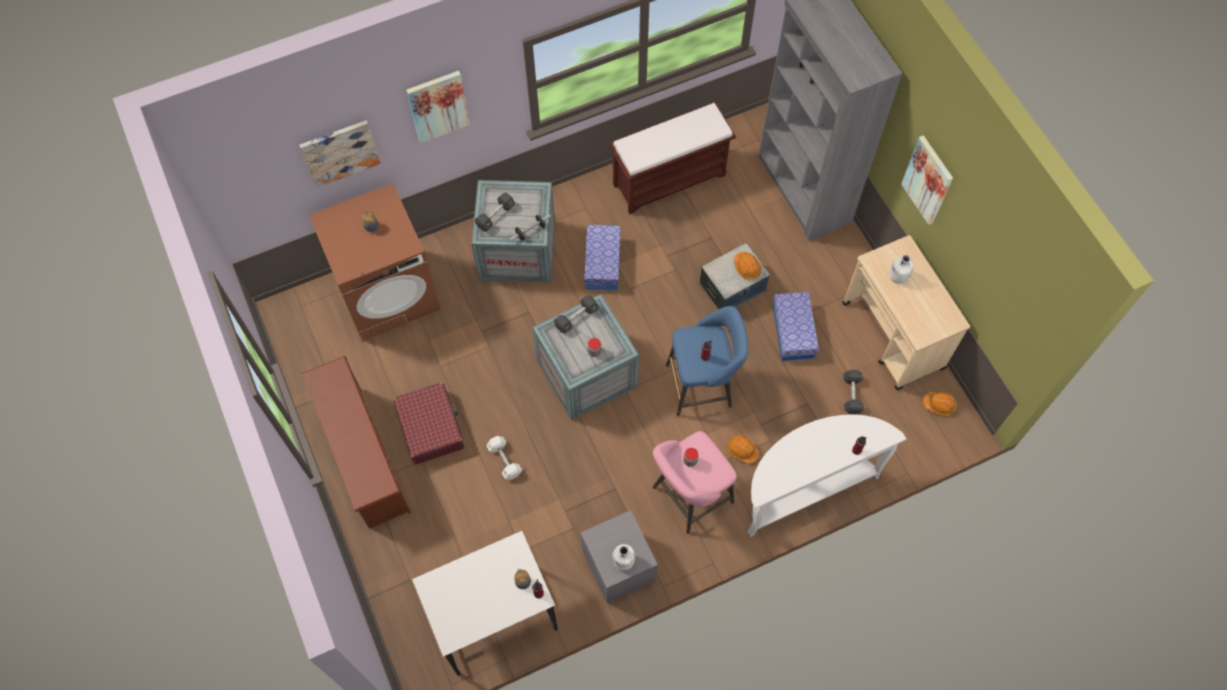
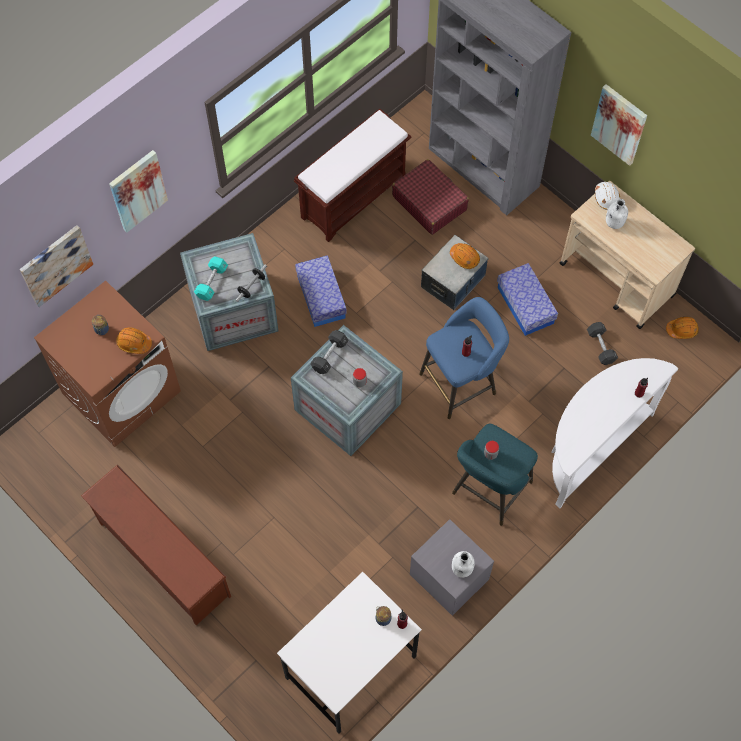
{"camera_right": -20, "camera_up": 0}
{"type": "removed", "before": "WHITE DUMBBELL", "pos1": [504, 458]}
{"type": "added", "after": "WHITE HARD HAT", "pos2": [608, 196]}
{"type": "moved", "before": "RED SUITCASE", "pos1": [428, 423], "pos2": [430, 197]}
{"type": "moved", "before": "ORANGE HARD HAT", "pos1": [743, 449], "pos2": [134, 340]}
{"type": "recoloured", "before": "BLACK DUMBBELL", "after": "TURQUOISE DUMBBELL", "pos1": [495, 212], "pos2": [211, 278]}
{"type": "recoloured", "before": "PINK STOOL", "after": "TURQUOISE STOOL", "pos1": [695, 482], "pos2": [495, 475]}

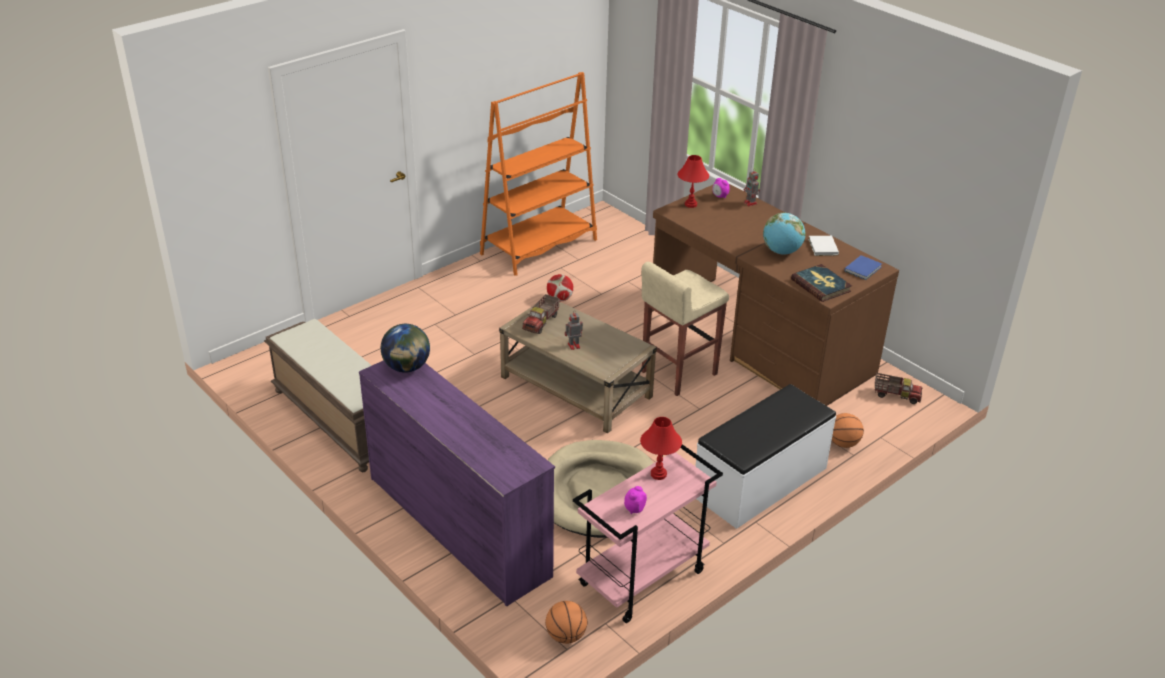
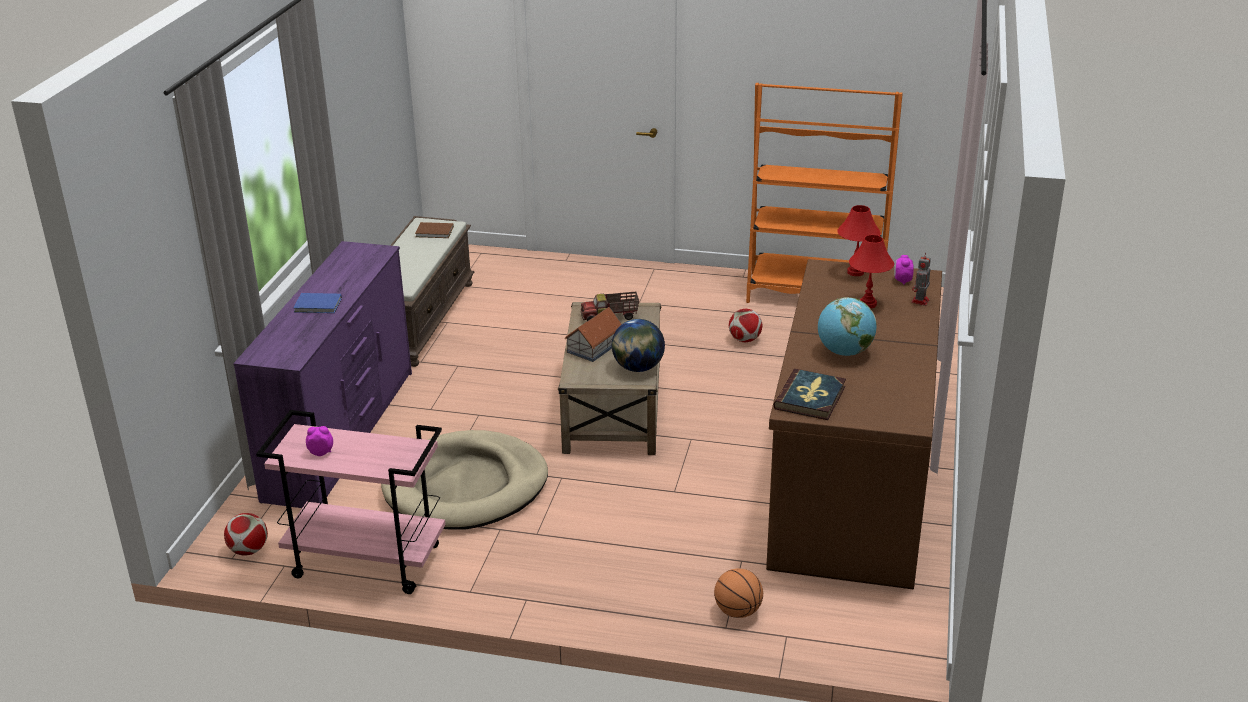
{"camera_right": 55, "camera_up": -5}
{"type": "removed", "before": "BEIGE STOOL", "pos1": [685, 328]}
{"type": "removed", "before": "WHITE BENCH", "pos1": [765, 456]}
{"type": "removed", "before": "WHITE BOOK", "pos1": [823, 246]}
{"type": "removed", "before": "TOY TRUCK", "pos1": [899, 388]}
{"type": "added", "after": "BROWN BOOK", "pos2": [434, 230]}
{"type": "moved", "before": "GLOBE", "pos1": [405, 348], "pos2": [638, 345]}
{"type": "moved", "before": "RED TABLE LAMP", "pos1": [661, 448], "pos2": [871, 272]}
{"type": "moved", "before": "BLUE BOOK", "pos1": [863, 267], "pos2": [317, 303]}
{"type": "replaced", "before": "BASKETBALL", "after": "FOOTBALL", "pos1": [566, 622], "pos2": [246, 534]}
{"type": "replaced", "before": "TOY ROBOT", "after": "TOY HOUSE", "pos1": [574, 330], "pos2": [593, 334]}

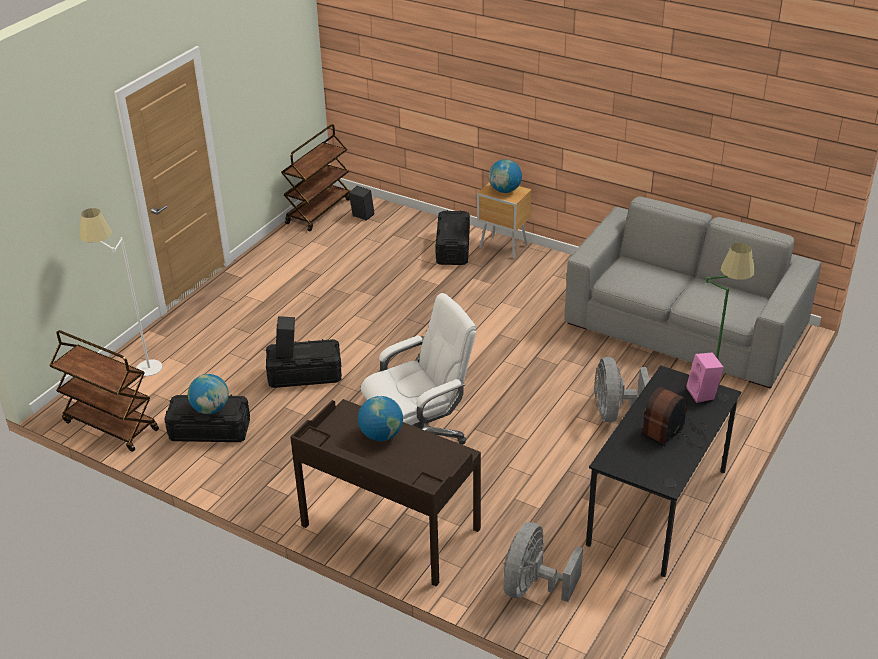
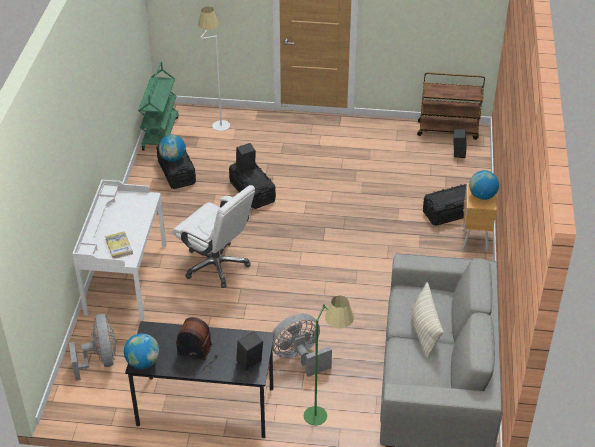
{"camera_right": 65, "camera_up": 5}
{"type": "added", "after": "BOOK", "pos2": [119, 245]}
{"type": "added", "after": "PILLOW", "pos2": [427, 320]}
{"type": "moved", "before": "GLOBE", "pos1": [380, 418], "pos2": [142, 351]}
{"type": "recoloured", "before": "BROWN CART", "after": "GREEN CART", "pos1": [104, 391], "pos2": [158, 105]}
{"type": "recoloured", "before": "BROWN DESK", "after": "WHITE DESK", "pos1": [385, 493], "pos2": [119, 250]}
{"type": "recoloured", "before": "PINK SPEAKER", "after": "BLACK SPEAKER", "pos1": [705, 377], "pos2": [249, 350]}
{"type": "turned", "before": "GREY FAN", "pos1": [543, 562], "pos2": [92, 347], "turn": 75}

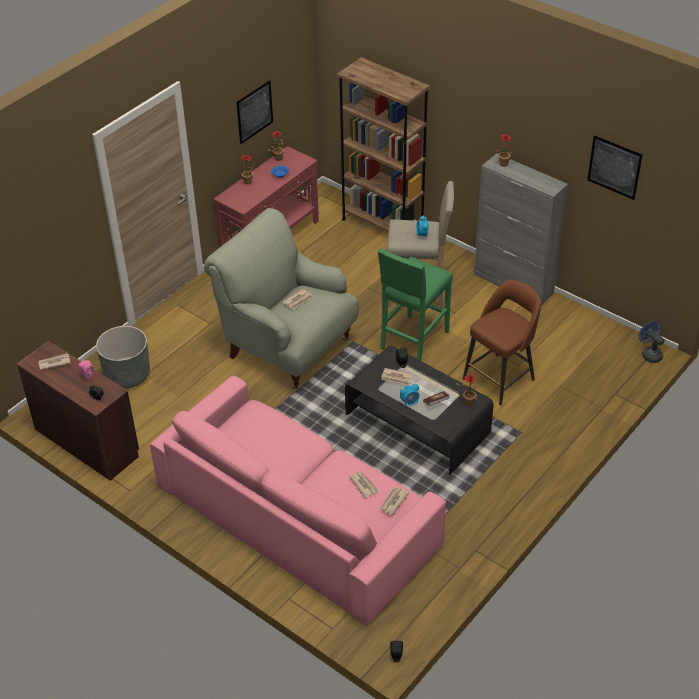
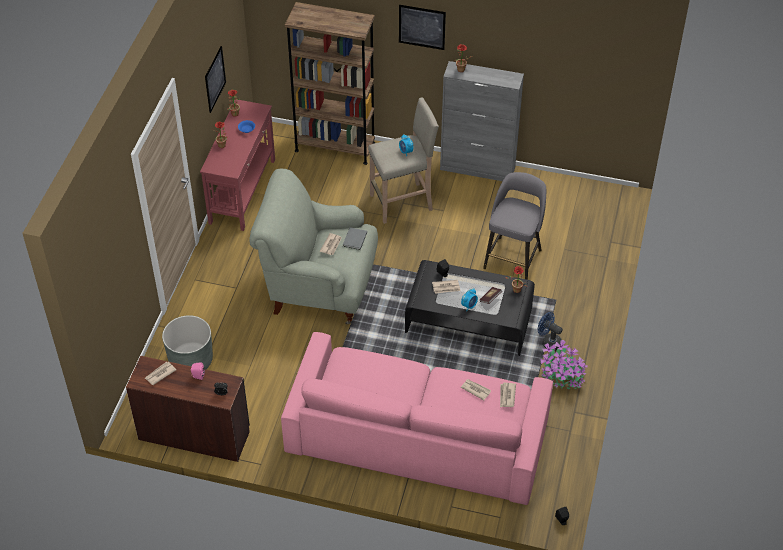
{"camera_right": -25, "camera_up": 5}
{"type": "removed", "before": "GREEN STOOL", "pos1": [415, 304]}
{"type": "added", "after": "GREY BOOK", "pos2": [355, 238]}
{"type": "added", "after": "POTTED PLANT", "pos2": [564, 364]}
{"type": "moved", "before": "PICTURE", "pos1": [615, 167], "pos2": [422, 27]}
{"type": "moved", "before": "BLUE FAN", "pos1": [651, 341], "pos2": [550, 331]}
{"type": "recoloured", "before": "BROWN STOOL", "after": "GREY STOOL", "pos1": [502, 342], "pos2": [514, 226]}

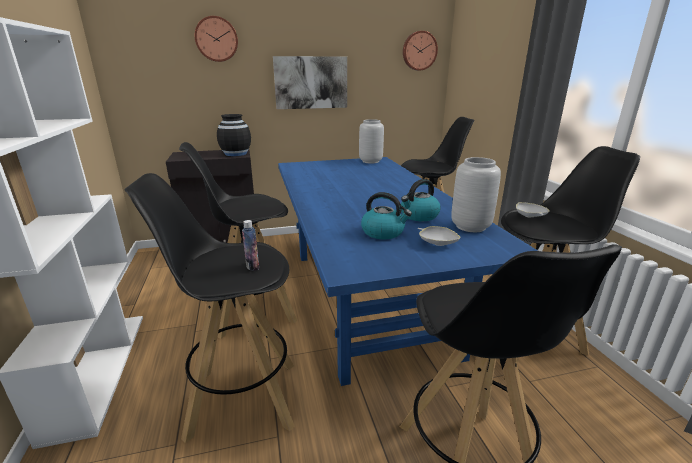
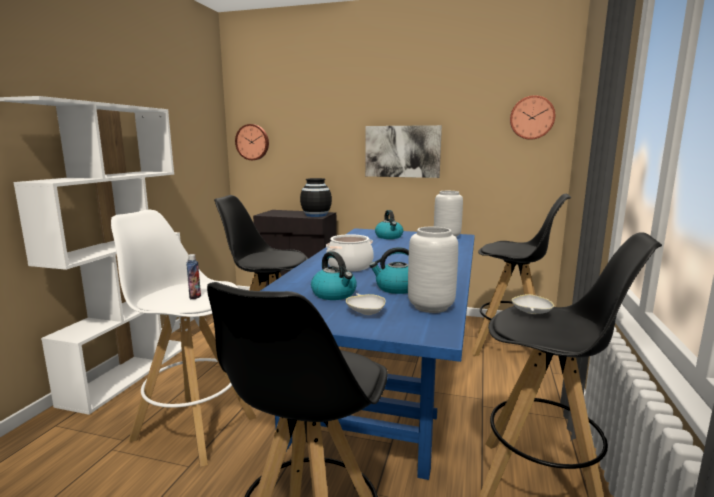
{"camera_right": 30, "camera_up": -10}
{"type": "added", "after": "COOKING POT", "pos2": [350, 253]}
{"type": "added", "after": "KETTLE", "pos2": [389, 224]}
{"type": "moved", "before": "WALL CLOCK", "pos1": [216, 39], "pos2": [252, 142]}
{"type": "recoloured", "before": "BLACK STOOL", "after": "WHITE STOOL", "pos1": [209, 308], "pos2": [183, 338]}

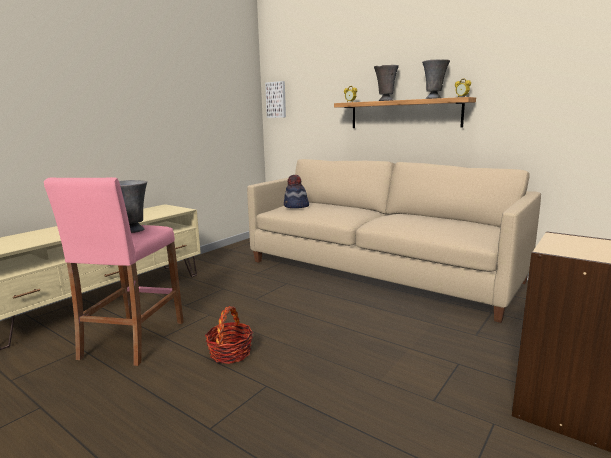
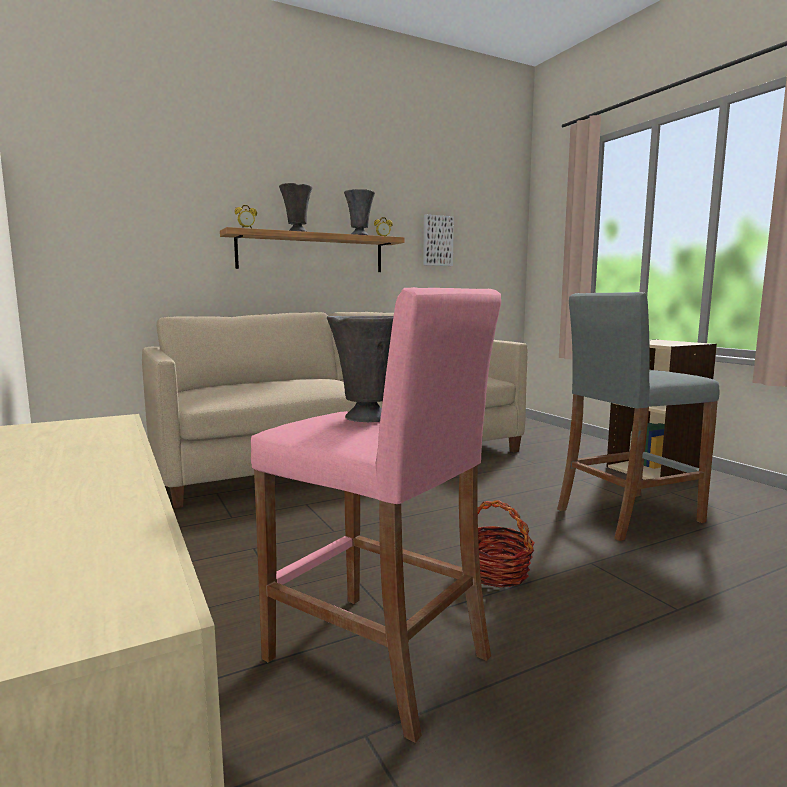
{"camera_right": -65, "camera_up": -5}
{"type": "removed", "before": "HAT", "pos1": [296, 191]}
{"type": "added", "after": "GREY STOOL", "pos2": [638, 416]}
{"type": "moved", "before": "PICTURE", "pos1": [275, 99], "pos2": [438, 240]}

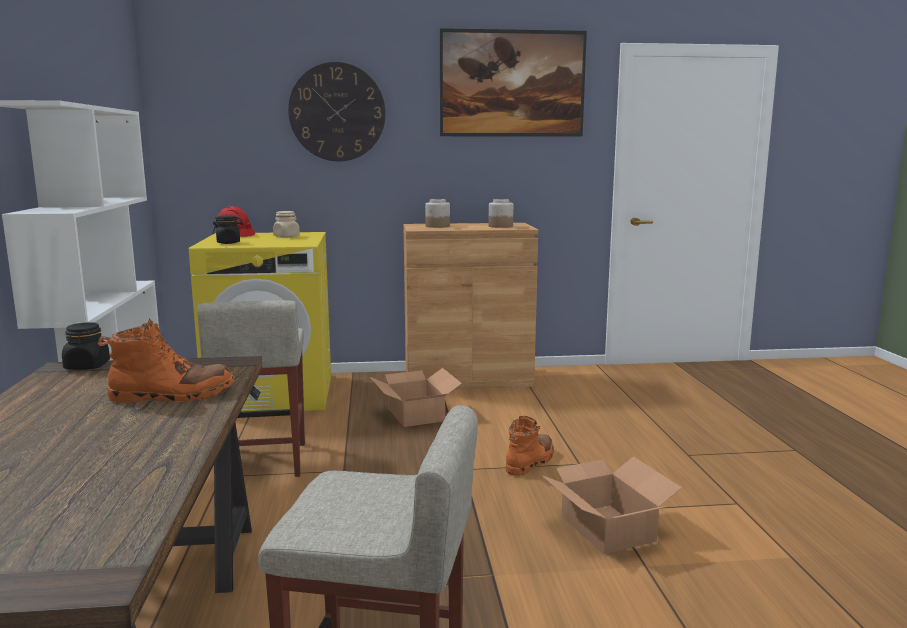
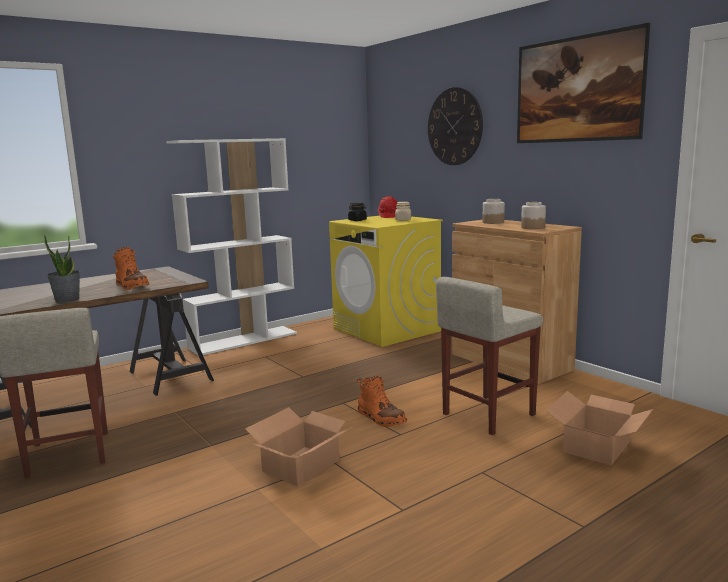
{"camera_right": 60, "camera_up": 0}
{"type": "removed", "before": "BLACK JAR", "pos1": [86, 346]}
{"type": "added", "after": "POTTED PLANT", "pos2": [62, 269]}
{"type": "moved", "before": "BEIGE STOOL", "pos1": [251, 388], "pos2": [489, 356]}
{"type": "moved", "before": "CARDBOARD BOX", "pos1": [416, 397], "pos2": [599, 428]}
{"type": "turned", "before": "ORANGE BOOT", "pos1": [529, 446], "pos2": [381, 401], "turn": 45}

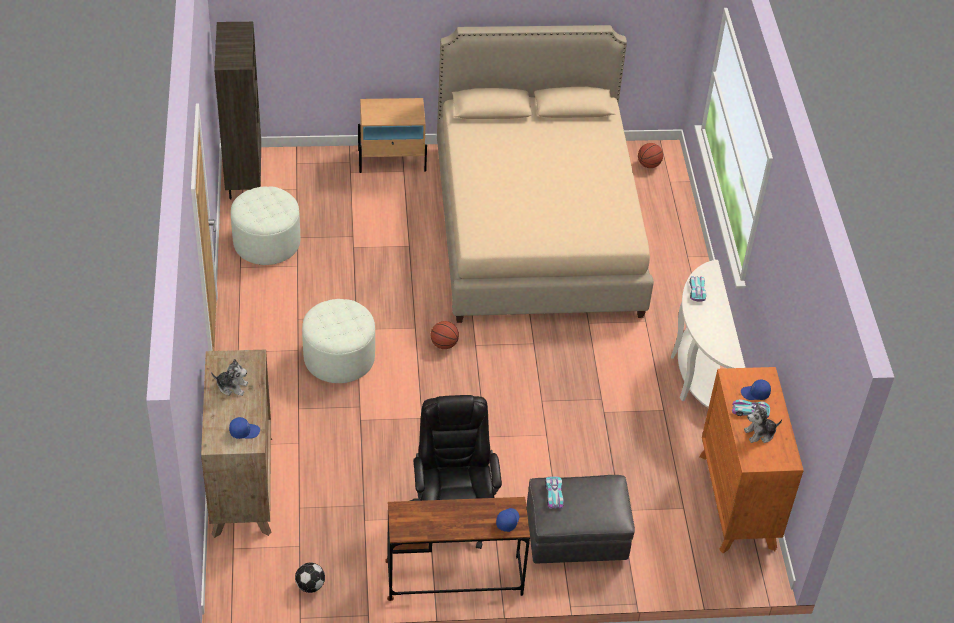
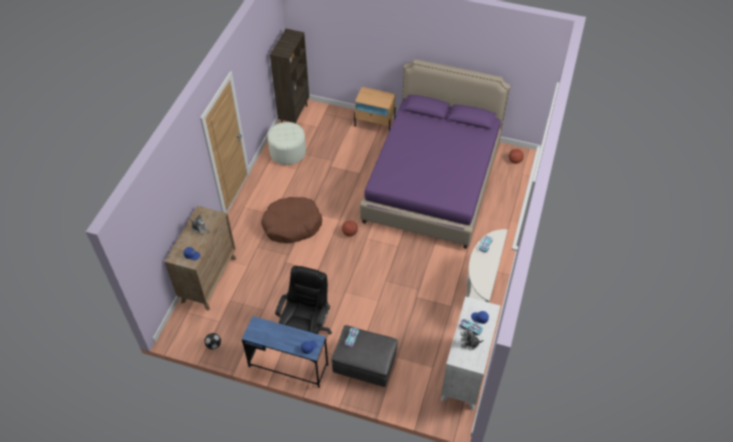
{"camera_right": 25, "camera_up": 5}
{"type": "replaced", "before": "WHITE OTTOMAN", "after": "BROWN DOG BED", "pos1": [338, 341], "pos2": [291, 220]}
{"type": "recoloured", "before": "BROWN DESK", "after": "BLUE DESK", "pos1": [457, 549], "pos2": [285, 352]}
{"type": "recoloured", "before": "BEIGE BED", "after": "PURPLE BED", "pos1": [545, 174], "pos2": [435, 154]}
{"type": "recoloured", "before": "ORANGE DRESSER", "after": "WHITE DRESSER", "pos1": [751, 460], "pos2": [471, 353]}

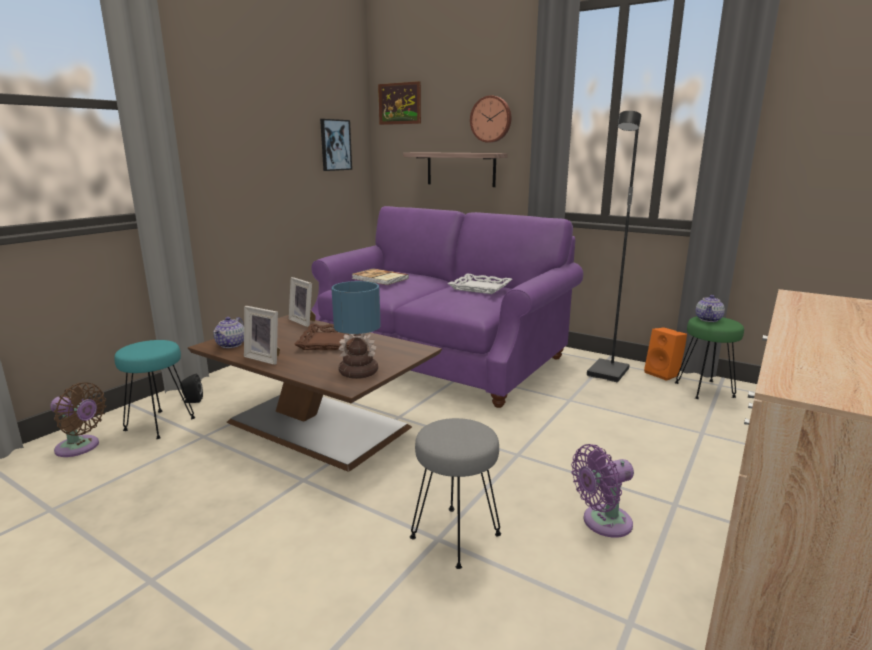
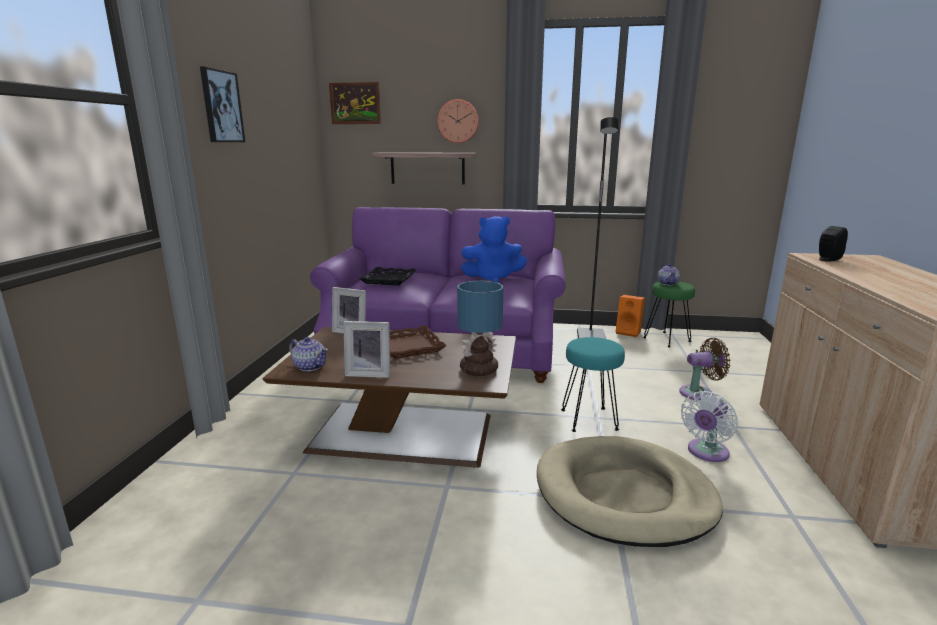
{"camera_right": -25, "camera_up": 0}
{"type": "moved", "before": "BROWN FAN", "pos1": [78, 419], "pos2": [704, 369]}
{"type": "moved", "before": "TURQUOISE STOOL", "pos1": [154, 389], "pos2": [593, 384]}
{"type": "moved", "before": "BLACK SPEAKER", "pos1": [191, 388], "pos2": [833, 244]}
{"type": "moved", "before": "PICTURE", "pos1": [336, 145], "pos2": [222, 104]}
{"type": "replaced", "before": "BOOK", "after": "BLACK TRAY", "pos1": [380, 276], "pos2": [388, 276]}
{"type": "replaced", "before": "GREY STOOL", "after": "BEIGE DOG BED", "pos1": [455, 493], "pos2": [630, 491]}
{"type": "replaced", "before": "WHITE TRAY", "after": "BLUE PLUSH TOY", "pos1": [480, 283], "pos2": [494, 249]}
{"type": "recoloured", "before": "PURPLE FAN", "after": "WHITE FAN", "pos1": [602, 491], "pos2": [709, 426]}
{"type": "turned", "before": "TEAPOT", "pos1": [228, 332], "pos2": [308, 354], "turn": -45}

